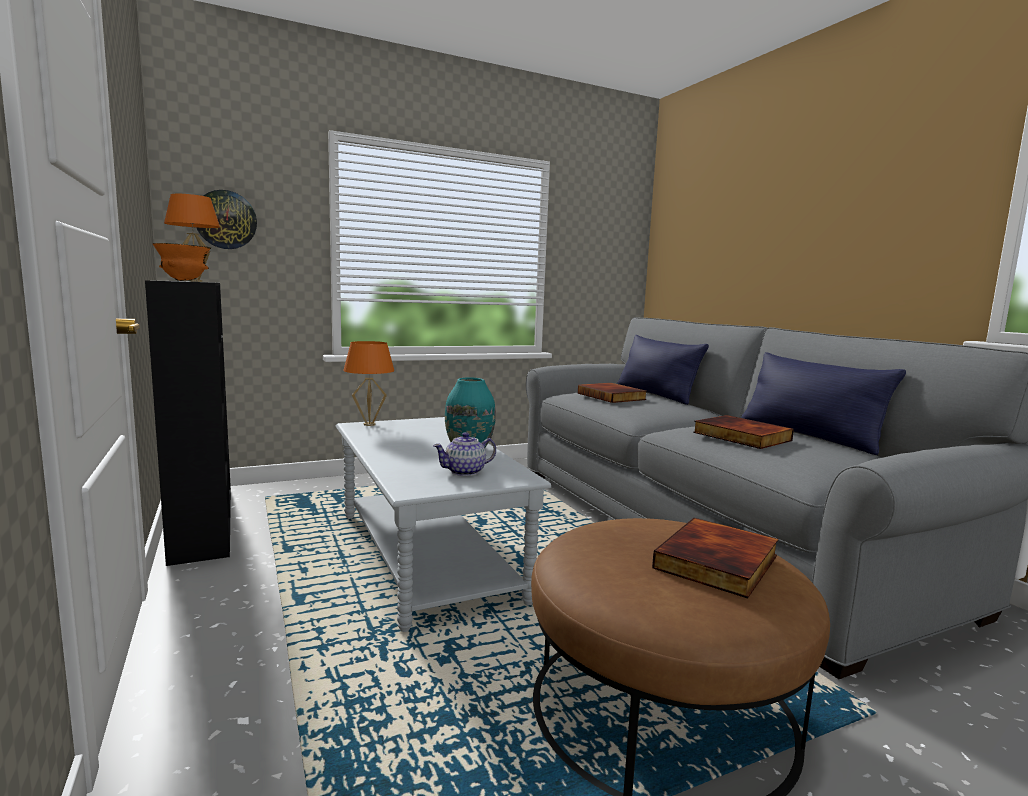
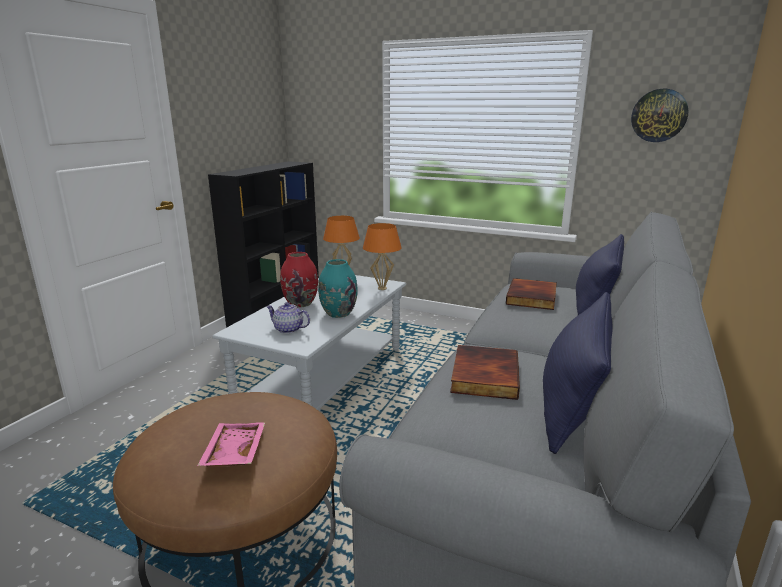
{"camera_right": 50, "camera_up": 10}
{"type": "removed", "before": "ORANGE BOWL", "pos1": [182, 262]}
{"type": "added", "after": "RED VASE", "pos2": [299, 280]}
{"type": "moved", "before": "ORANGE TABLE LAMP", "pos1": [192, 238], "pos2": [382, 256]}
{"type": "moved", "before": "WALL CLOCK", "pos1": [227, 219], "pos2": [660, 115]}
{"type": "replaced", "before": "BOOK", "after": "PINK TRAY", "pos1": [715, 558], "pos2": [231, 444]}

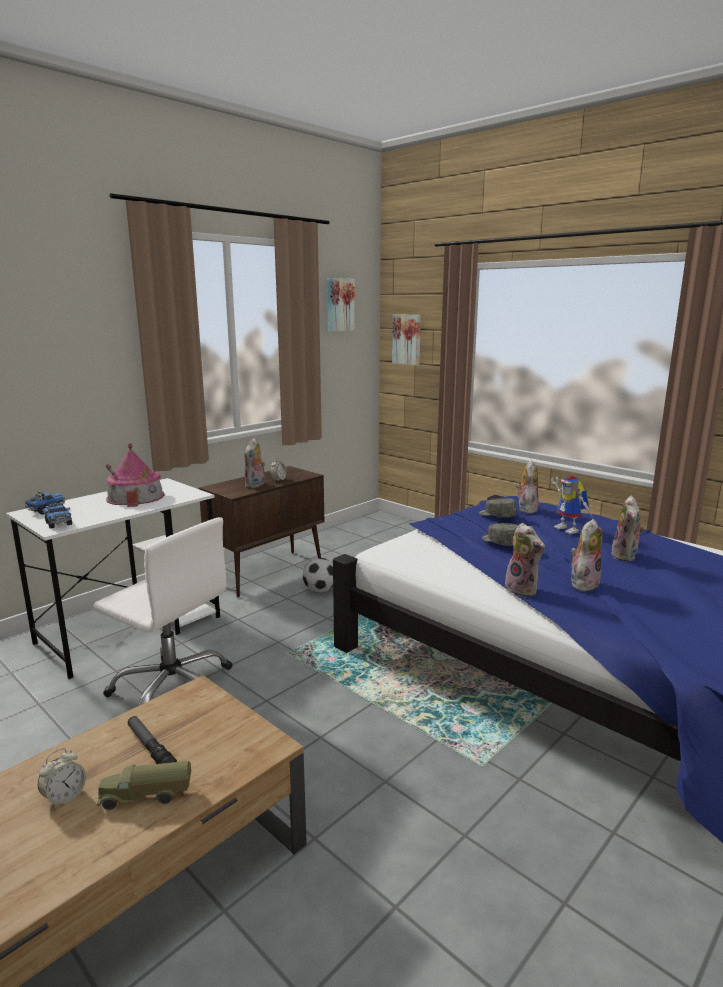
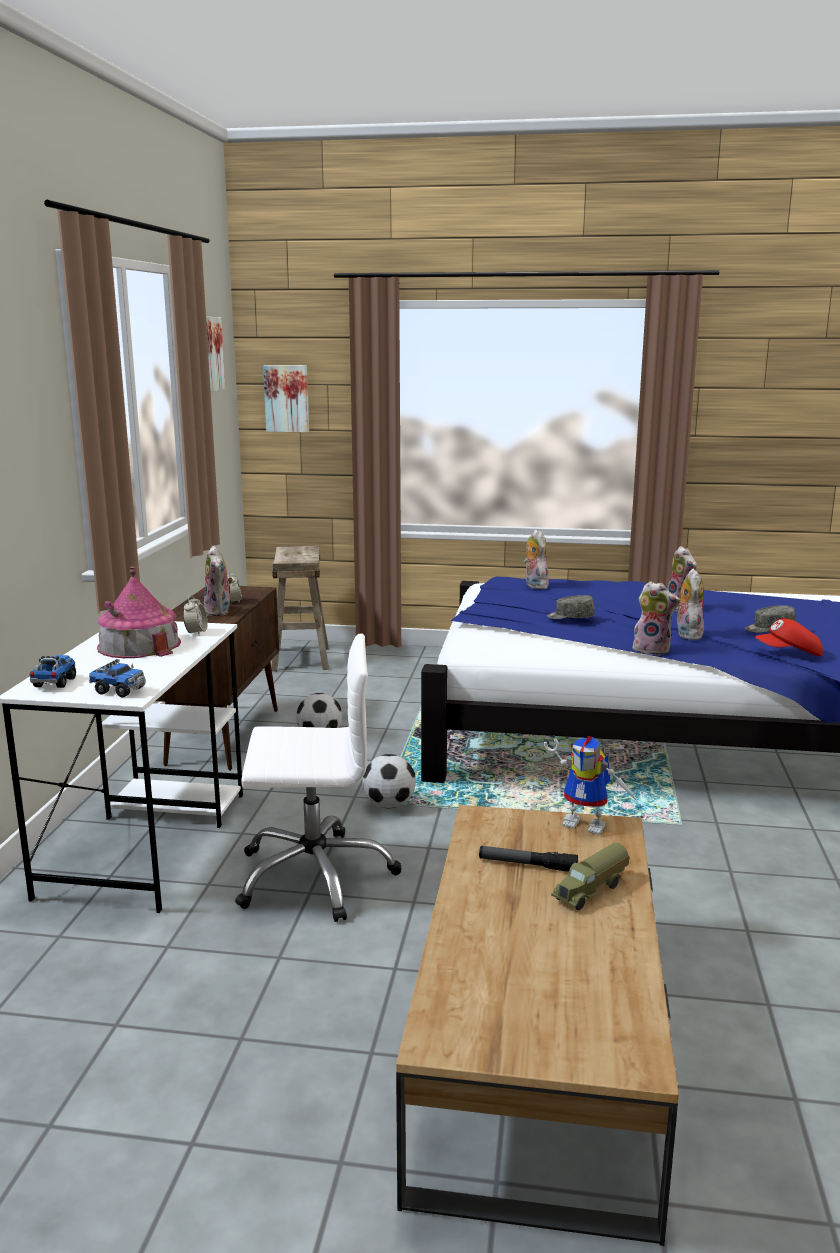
{"camera_right": -35, "camera_up": 0}
{"type": "added", "after": "BEIGE STOOL", "pos2": [300, 609]}
{"type": "added", "after": "FOOTBALL", "pos2": [389, 781]}
{"type": "added", "after": "RED CAP", "pos2": [789, 637]}
{"type": "moved", "before": "ALARM CLOCK", "pos1": [62, 778], "pos2": [195, 615]}
{"type": "moved", "before": "GREY CAP", "pos1": [498, 507], "pos2": [770, 619]}
{"type": "moved", "before": "TOY ROBOT", "pos1": [572, 505], "pos2": [591, 785]}

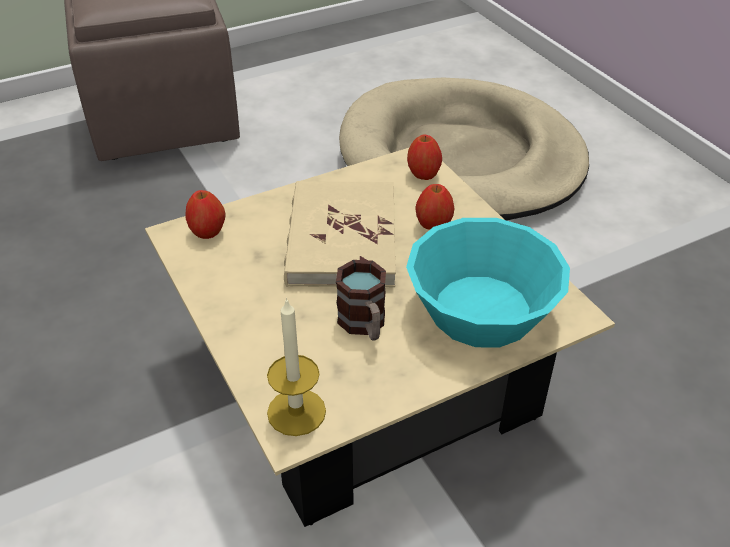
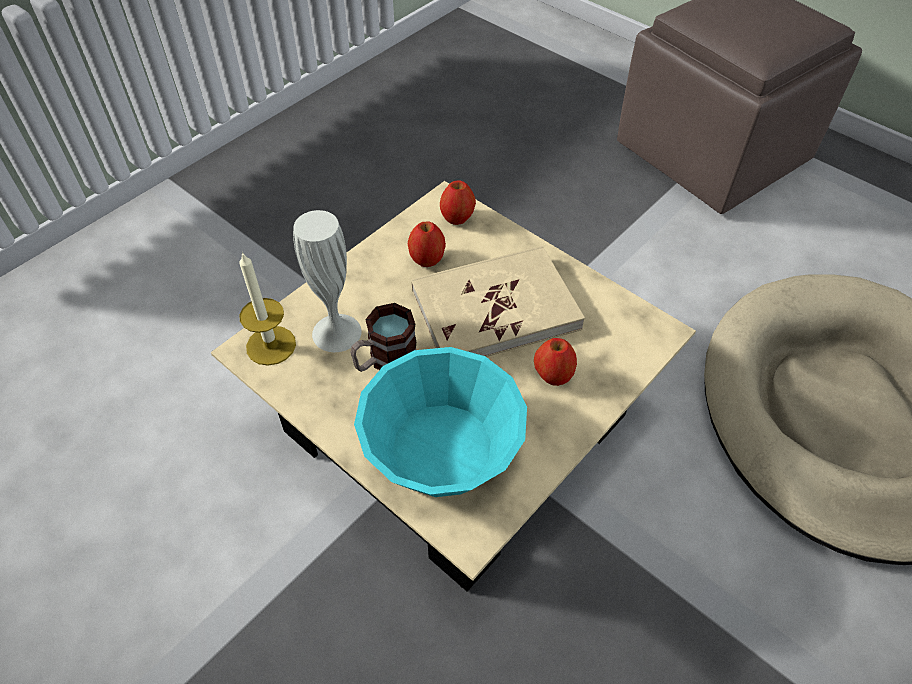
{"camera_right": 70, "camera_up": 10}
{"type": "added", "after": "WHITE VASE", "pos2": [327, 281]}
{"type": "moved", "before": "APPLE", "pos1": [424, 157], "pos2": [427, 244]}

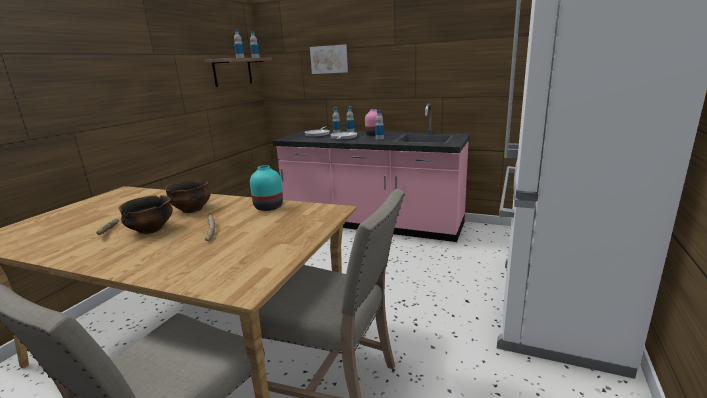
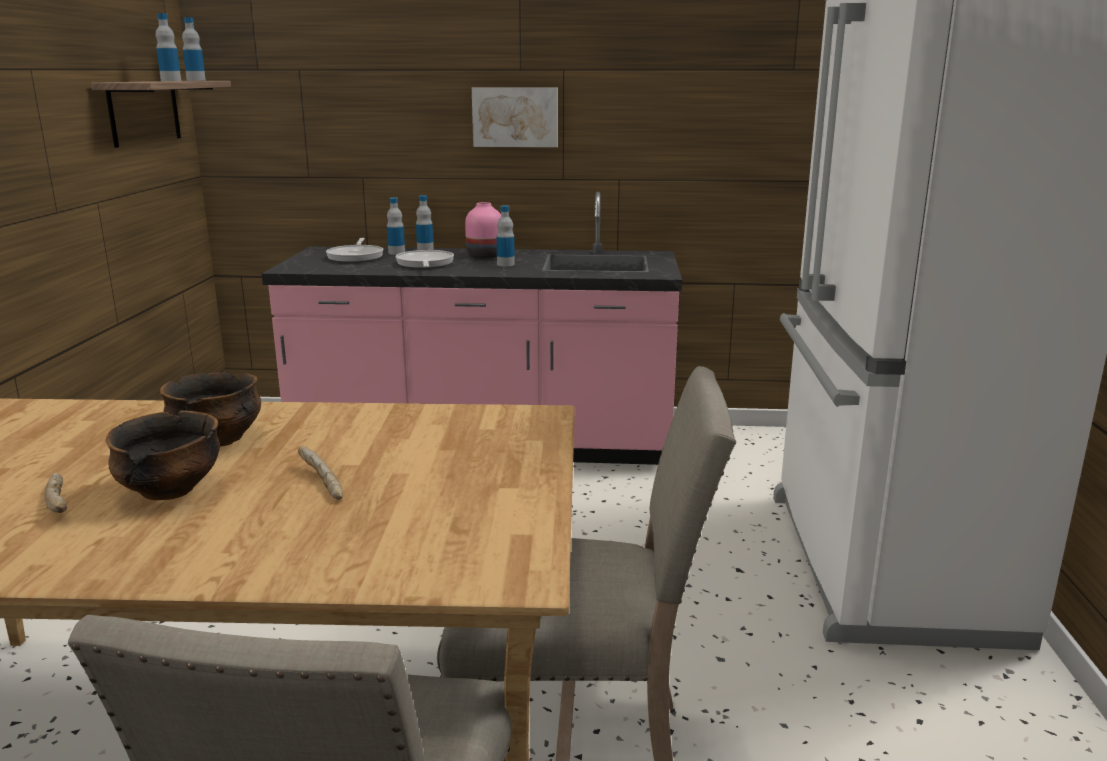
{"camera_right": -20, "camera_up": 0}
{"type": "removed", "before": "TURQUOISE VASE", "pos1": [266, 188]}
{"type": "moved", "before": "PICTURE", "pos1": [329, 59], "pos2": [515, 117]}

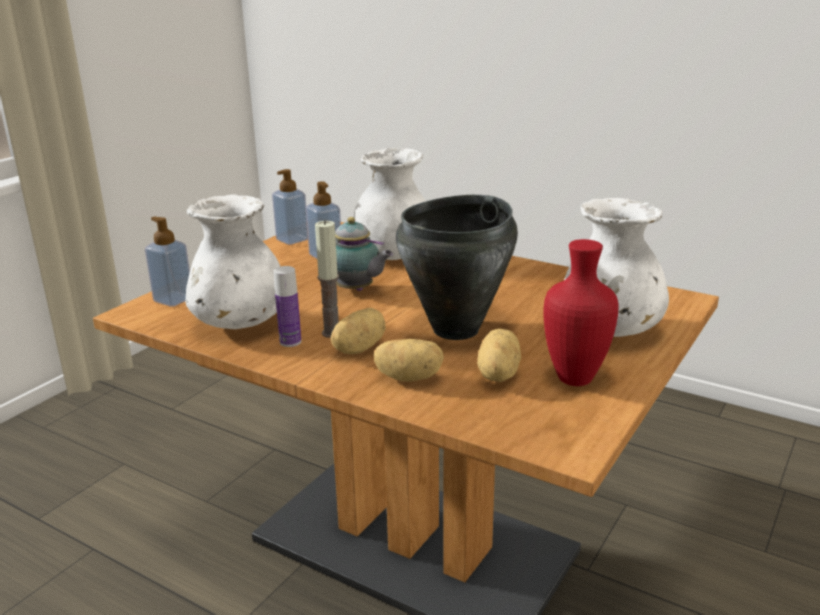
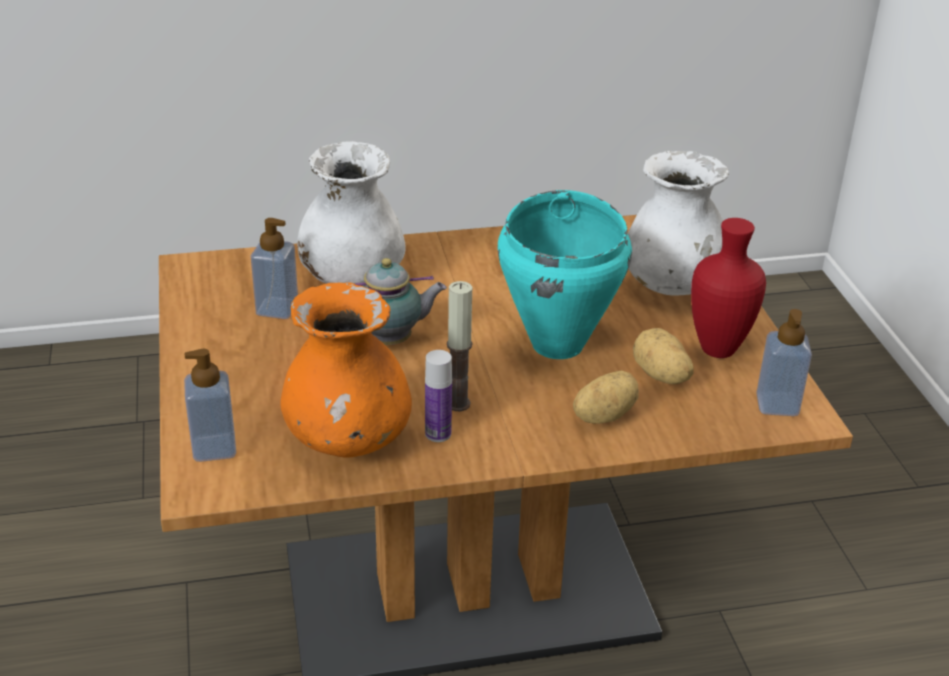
{"camera_right": -45, "camera_up": 10}
{"type": "removed", "before": "POTATO", "pos1": [358, 331]}
{"type": "moved", "before": "SOAP DISPENSER", "pos1": [290, 207], "pos2": [784, 362]}
{"type": "recoloured", "before": "WHITE VASE", "after": "ORANGE VASE", "pos1": [232, 261], "pos2": [346, 369]}
{"type": "recoloured", "before": "BLACK COOKING POT", "after": "TURQUOISE COOKING POT", "pos1": [457, 267], "pos2": [564, 274]}

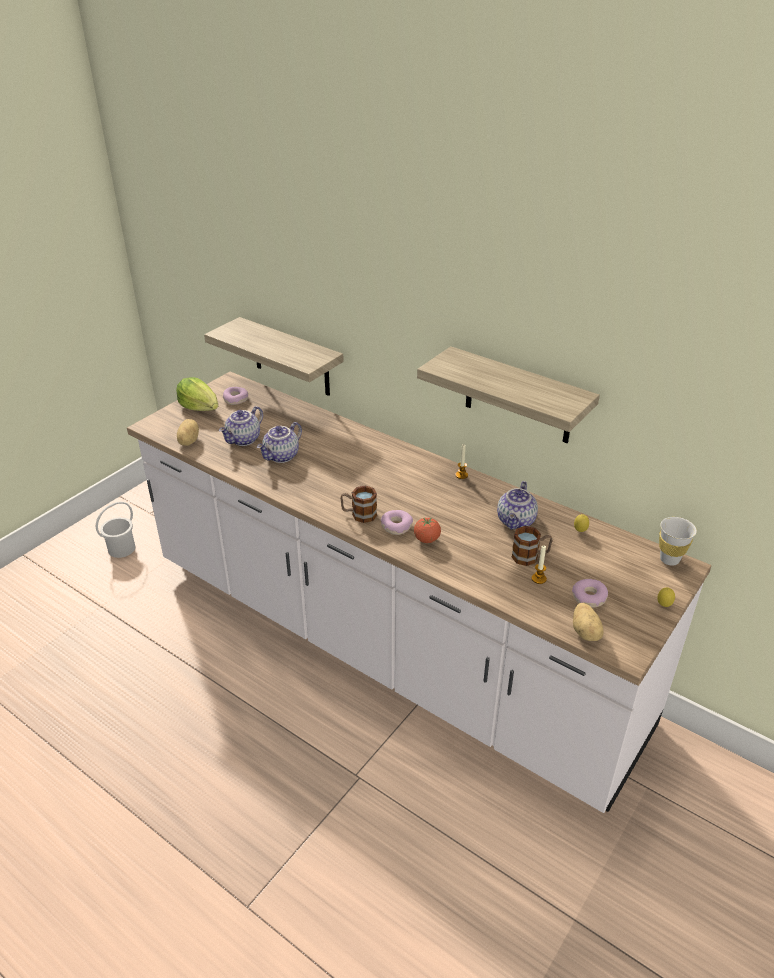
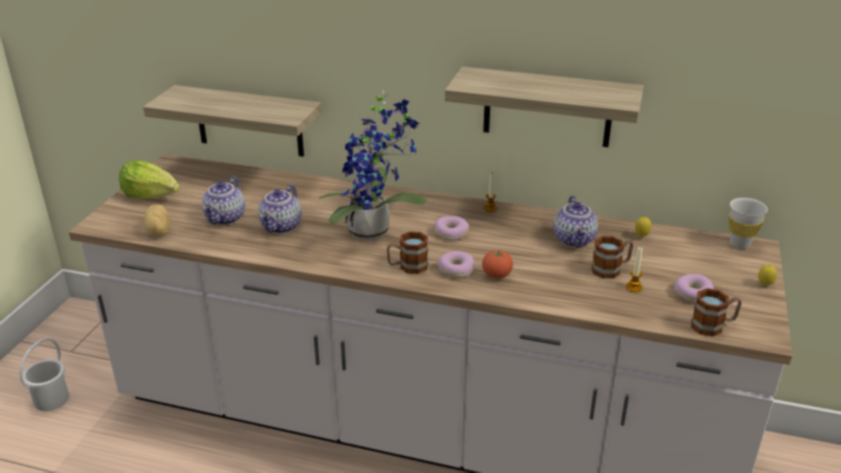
{"camera_right": -20, "camera_up": -5}
{"type": "added", "after": "POTTED PLANT", "pos2": [373, 165]}
{"type": "moved", "before": "DONUT", "pos1": [235, 396], "pos2": [452, 228]}
{"type": "replaced", "before": "POTATO", "after": "MUG", "pos1": [588, 622], "pos2": [716, 312]}

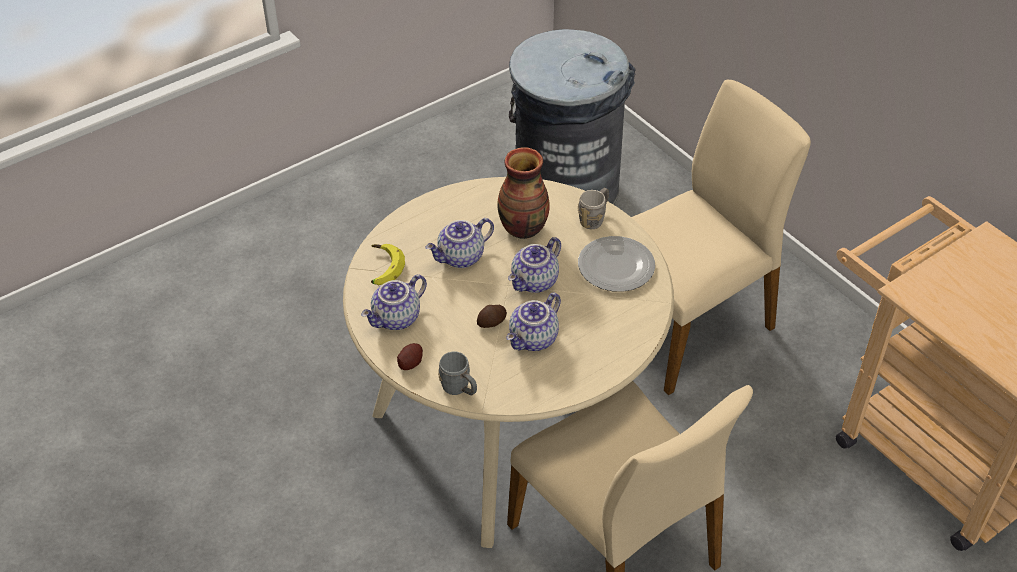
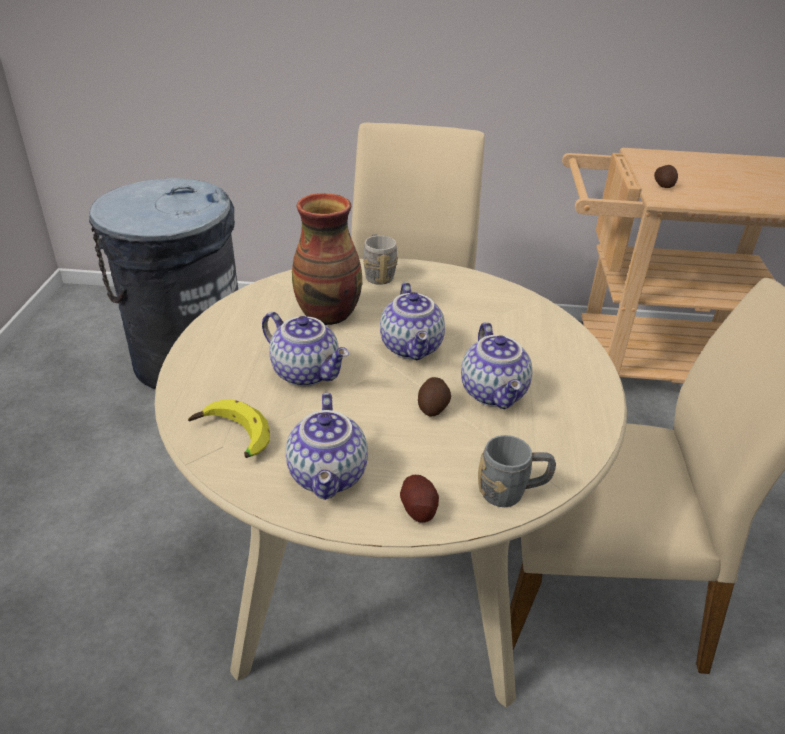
{"camera_right": -50, "camera_up": -10}
{"type": "removed", "before": "PLATE", "pos1": [616, 264]}
{"type": "added", "after": "POTATO", "pos2": [666, 176]}
{"type": "turned", "before": "TEAPOT", "pos1": [459, 243], "pos2": [305, 349], "turn": -60}

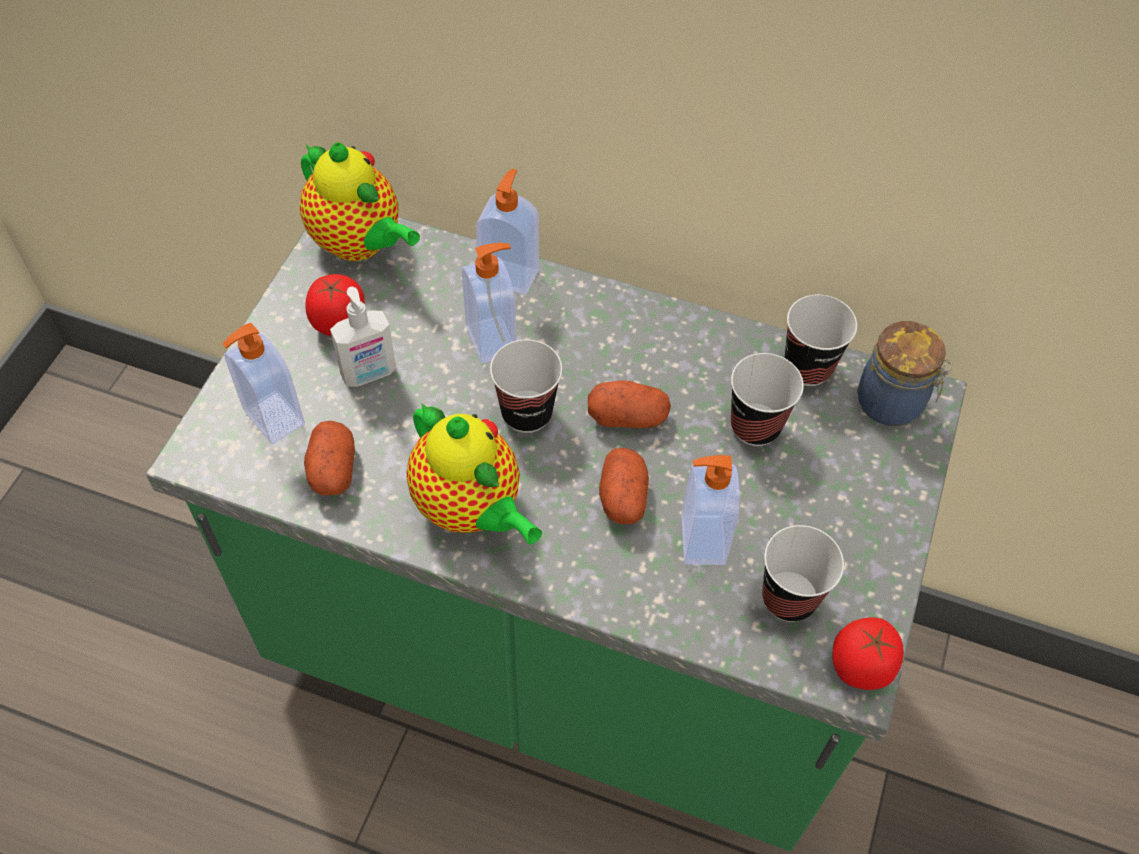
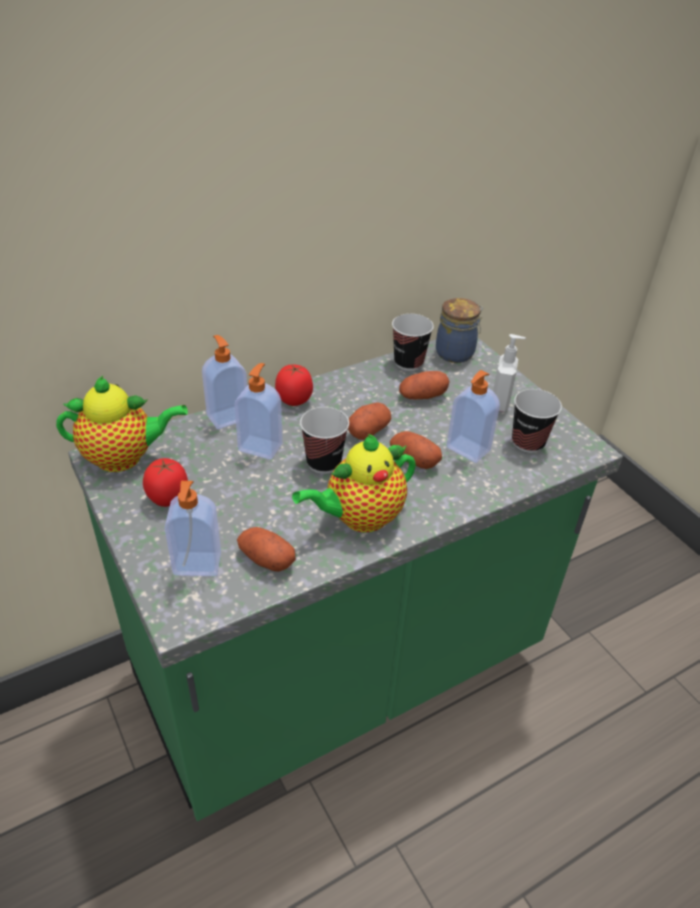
{"camera_right": -50, "camera_up": -15}
{"type": "moved", "before": "SOAP DISPENSER", "pos1": [363, 337], "pos2": [509, 373]}
{"type": "moved", "before": "TOMATO", "pos1": [868, 653], "pos2": [294, 385]}
{"type": "replaced", "before": "CUP", "after": "POTATO", "pos1": [767, 399], "pos2": [424, 385]}
{"type": "turned", "before": "TEAPOT", "pos1": [474, 474], "pos2": [354, 483], "turn": 150}

